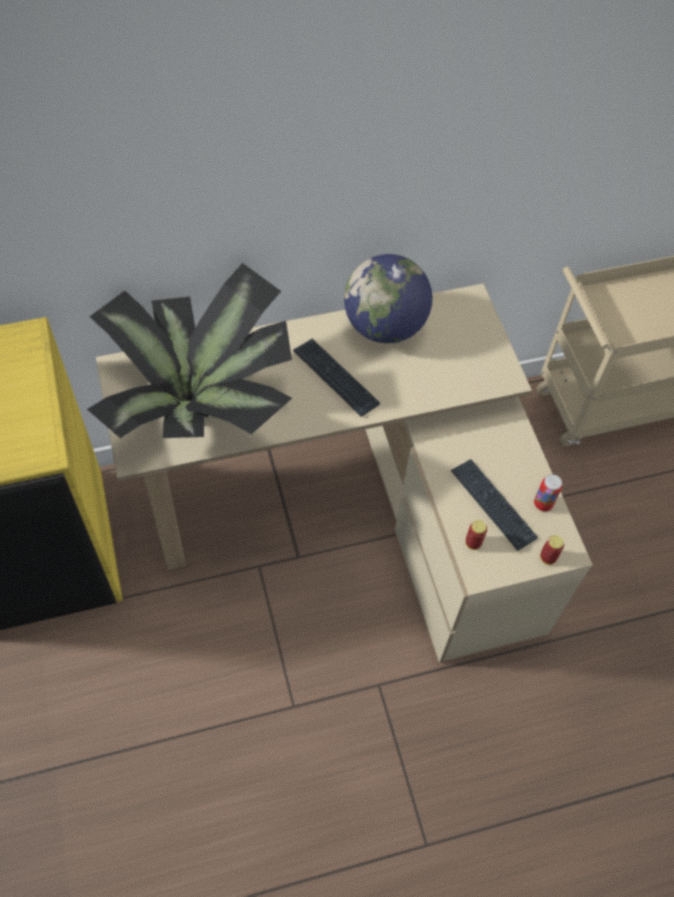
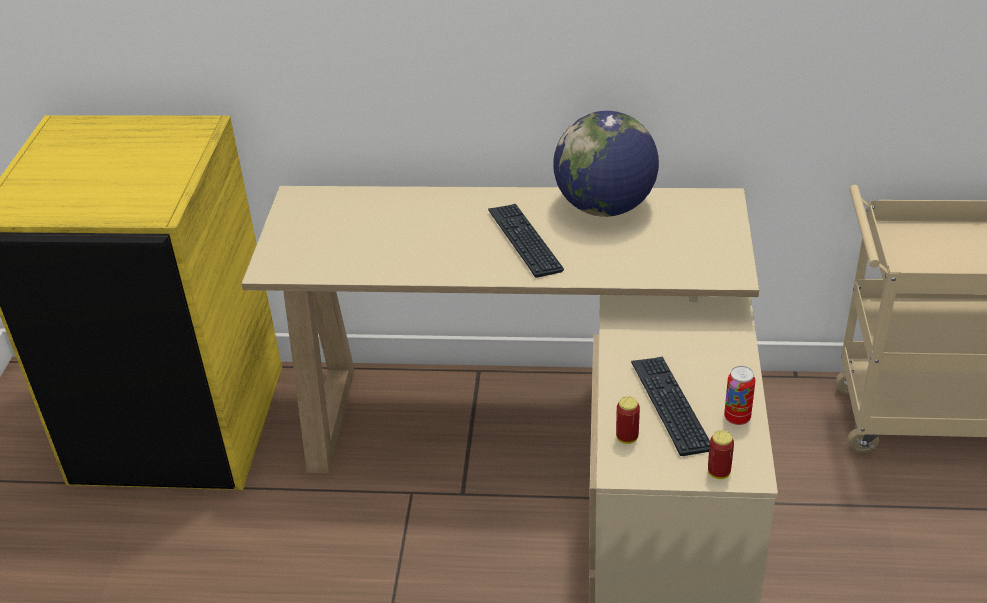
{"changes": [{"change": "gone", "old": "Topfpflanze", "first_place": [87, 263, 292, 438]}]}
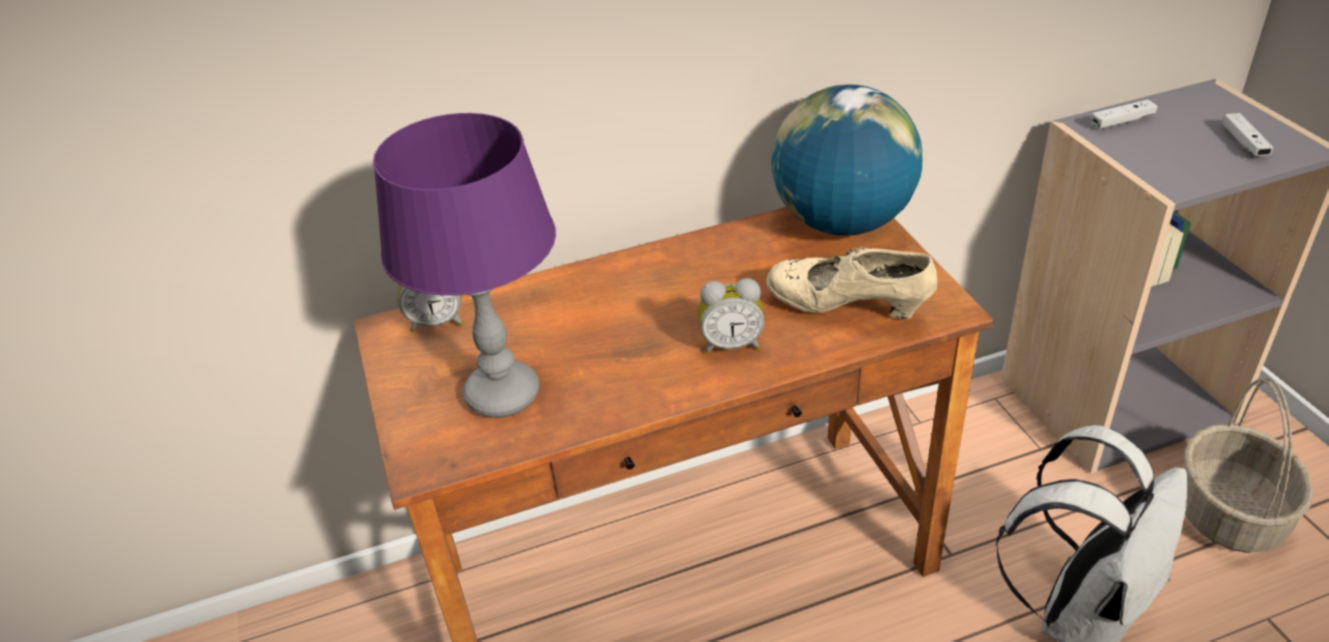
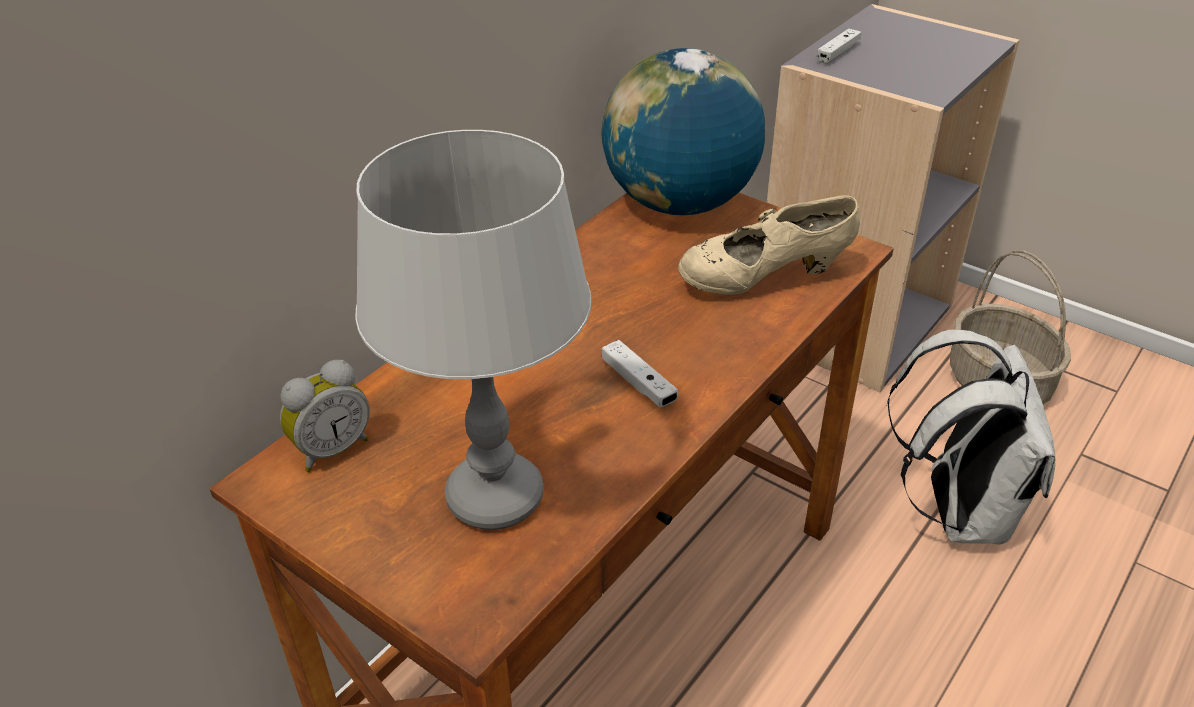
{"changes": [{"change": "repainted", "old": "Tischlampe (lila)", "new": "Tischlampe (grau)", "first_place": [373, 113, 556, 418], "second_place": [355, 130, 592, 530]}, {"change": "shifted", "old": "Gamepad (weiß)", "first_place": [1222, 113, 1273, 156], "second_place": [602, 340, 678, 407]}, {"change": "gone", "old": "Wecker", "first_place": [698, 278, 765, 354]}]}
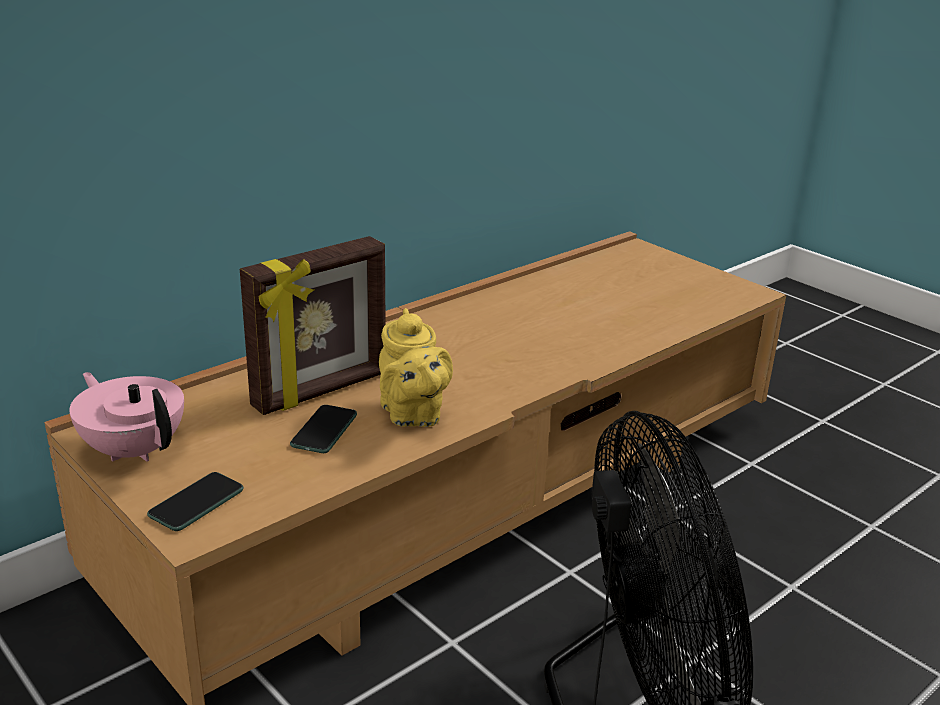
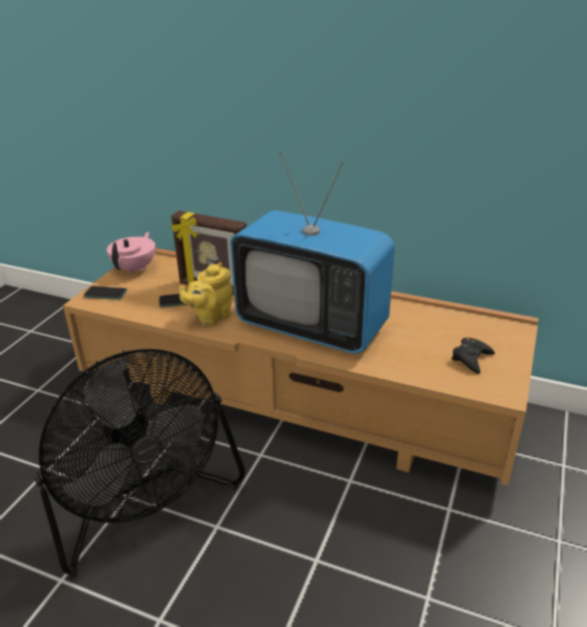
{"changes": [{"change": "new", "new": "Fernseher", "second_place": [230, 153, 395, 354]}, {"change": "new", "new": "Gamepad (schwarz)", "second_place": [452, 337, 495, 374]}]}
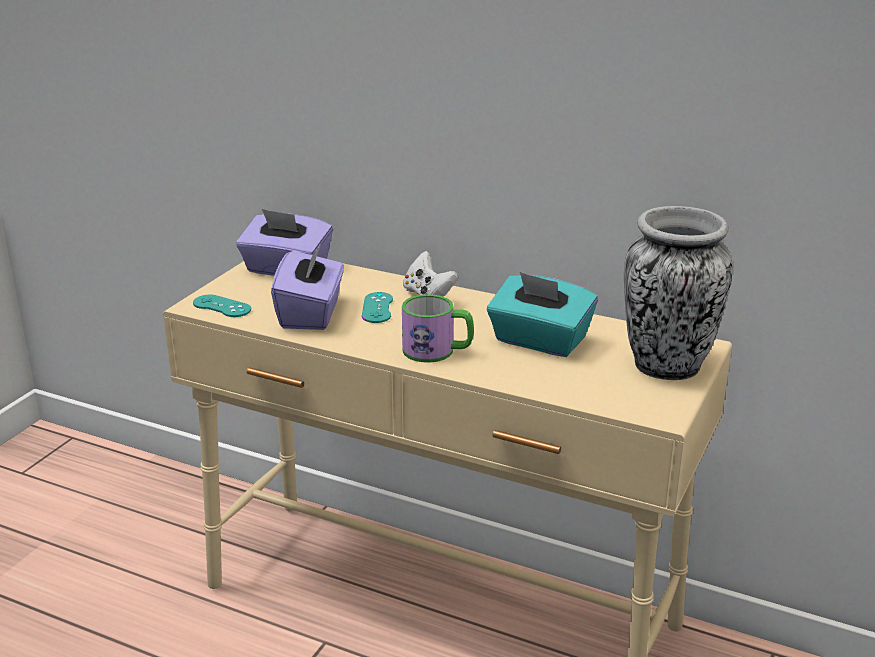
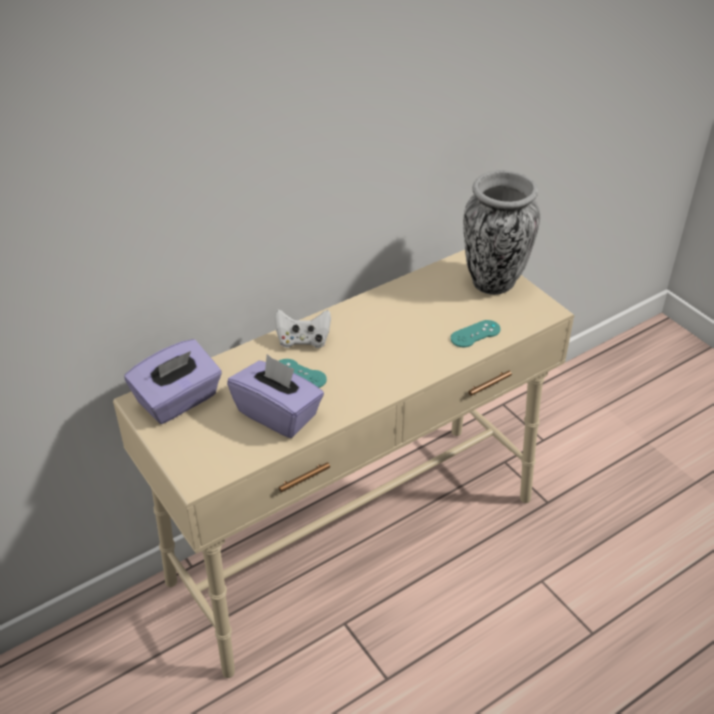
{"changes": [{"change": "shifted", "old": "Gamepad (türkis)", "first_place": [193, 295, 251, 317], "second_place": [451, 320, 501, 348]}, {"change": "gone", "old": "Henkelbecher", "first_place": [402, 294, 474, 363]}, {"change": "gone", "old": "Taschentuchbox (türkis)", "first_place": [487, 272, 598, 357]}]}
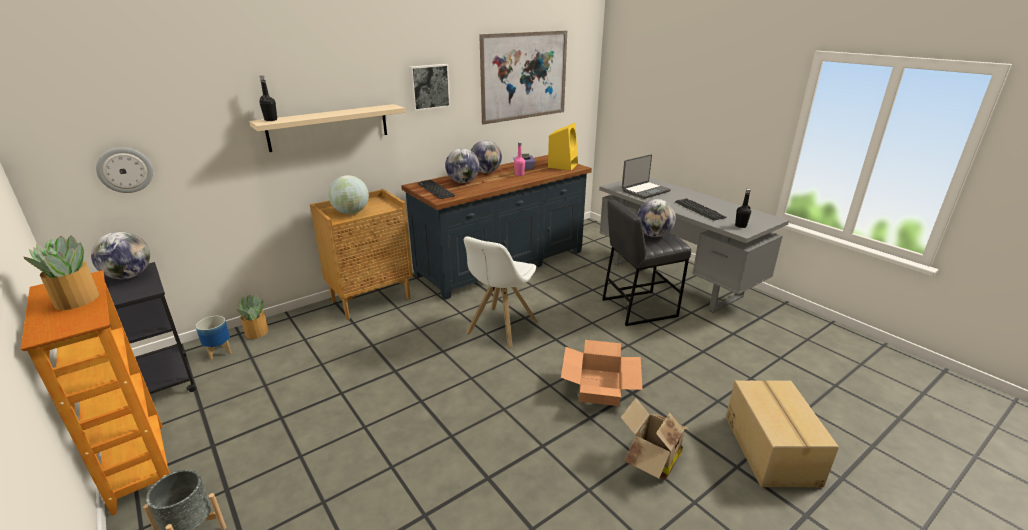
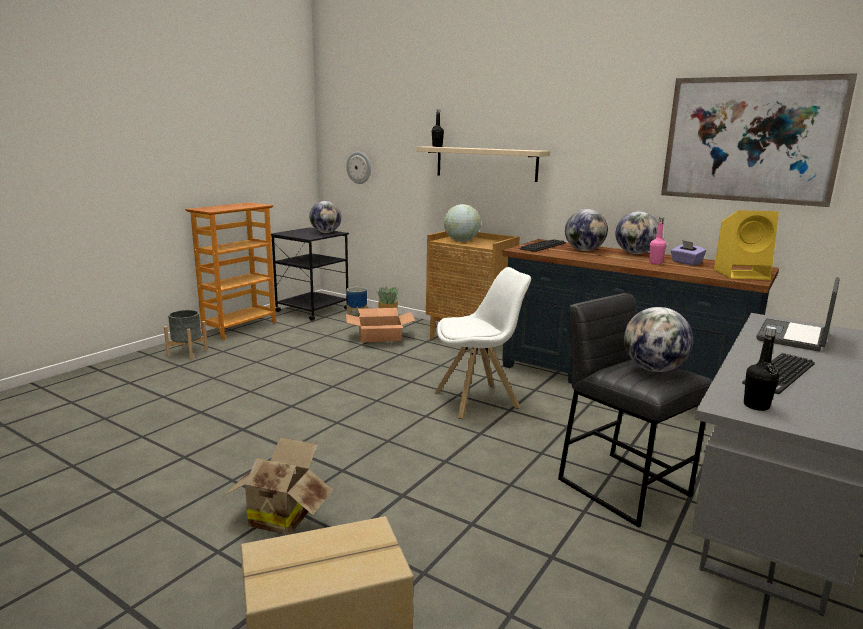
{"changes": [{"change": "shifted", "old": "Karton", "first_place": [561, 340, 643, 406], "second_place": [346, 308, 415, 342]}, {"change": "rotated", "old": "Stuhl (weiß)", "first_place": [464, 236, 537, 347], "second_place": [434, 267, 531, 419], "degrees": 150}, {"change": "rotated", "old": "Laptop", "first_place": [622, 154, 671, 199], "second_place": [756, 277, 840, 351], "degrees": 90}, {"change": "gone", "old": "Topfpflanze", "first_place": [24, 235, 99, 310]}, {"change": "gone", "old": "Bild", "first_place": [409, 64, 451, 111]}]}
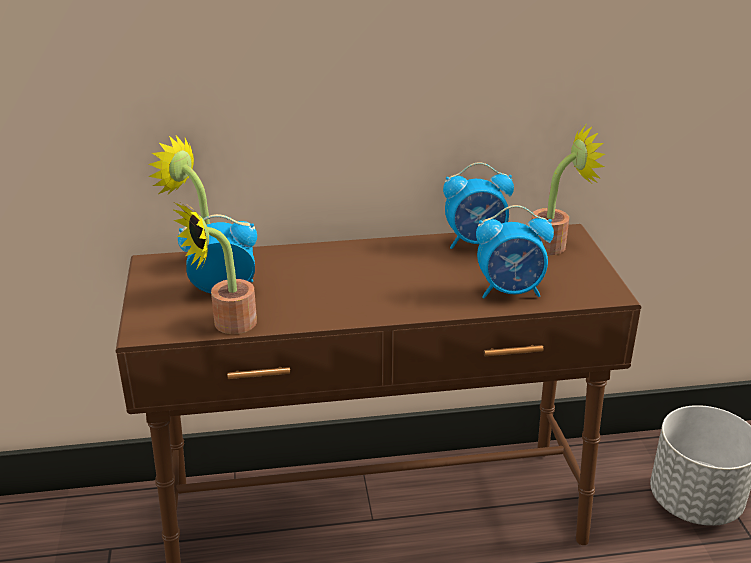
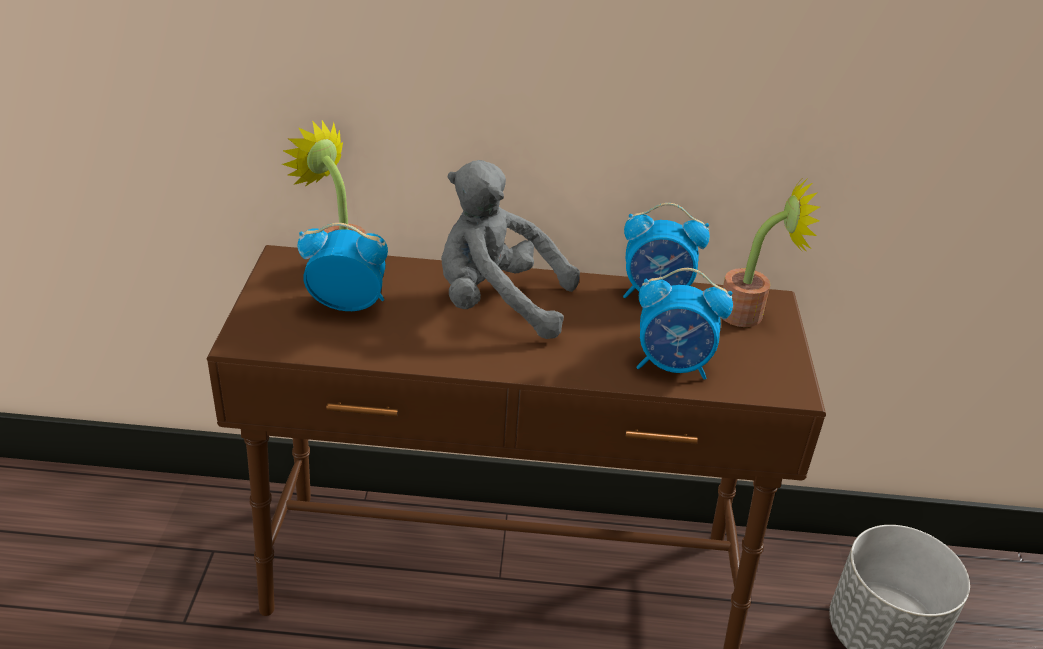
{"changes": [{"change": "new", "new": "Plüschtier (grau)", "second_place": [441, 160, 580, 339]}, {"change": "gone", "old": "Topfpflanze", "first_place": [172, 203, 257, 334]}]}
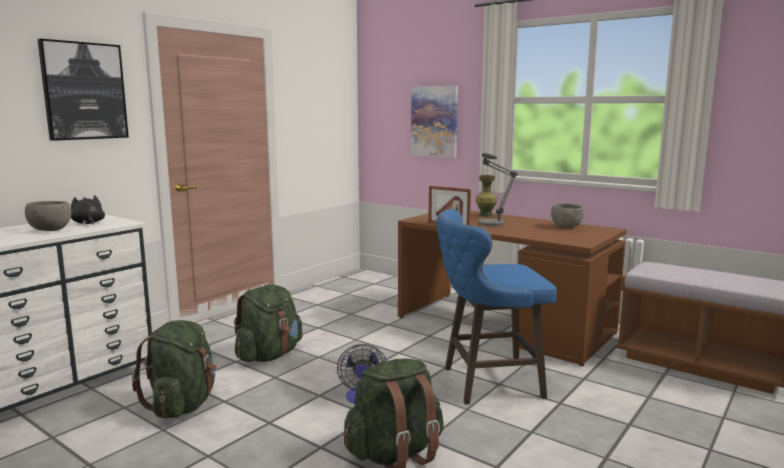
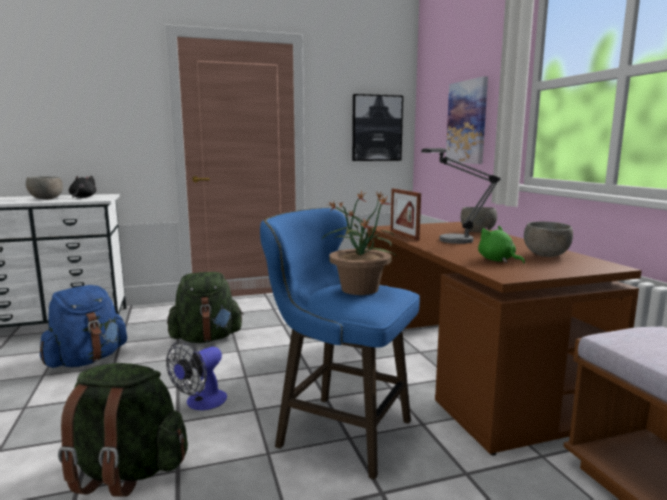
{"changes": [{"change": "repainted", "old": "Rucksack (grün)", "new": "Rucksack (blau)", "first_place": [132, 320, 217, 419], "second_place": [40, 285, 127, 368]}, {"change": "new", "new": "Topfpflanze", "second_place": [322, 190, 397, 295]}, {"change": "shifted", "old": "Bild", "first_place": [37, 39, 129, 141], "second_place": [352, 94, 403, 161]}, {"change": "swapped", "old": "Vase (grün)", "new": "Schüssel (grau)", "first_place": [475, 175, 497, 217], "second_place": [461, 207, 497, 232]}, {"change": "new", "new": "Plüschtier (grün)", "second_place": [478, 226, 525, 264]}]}
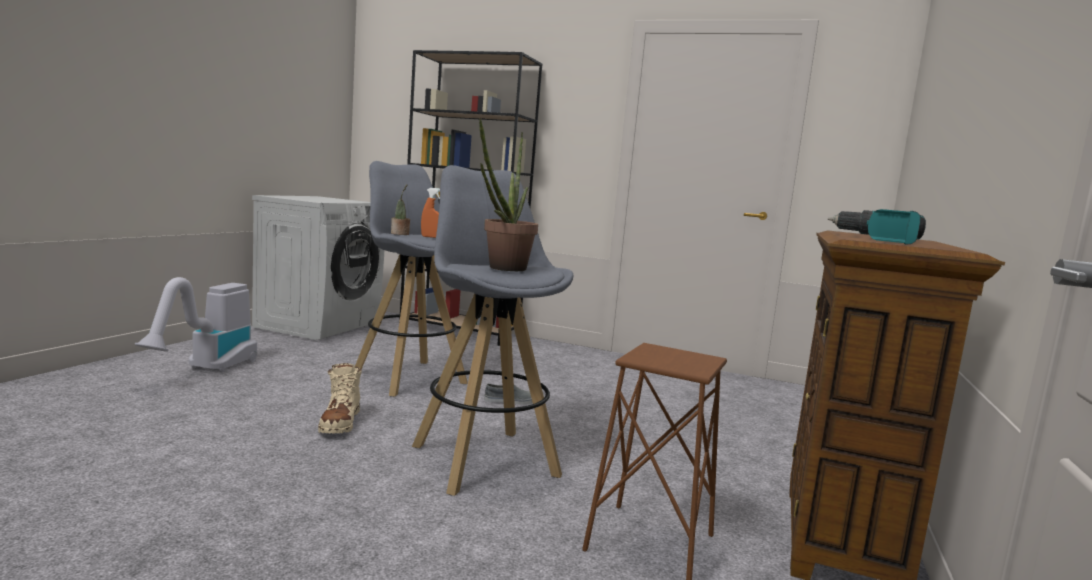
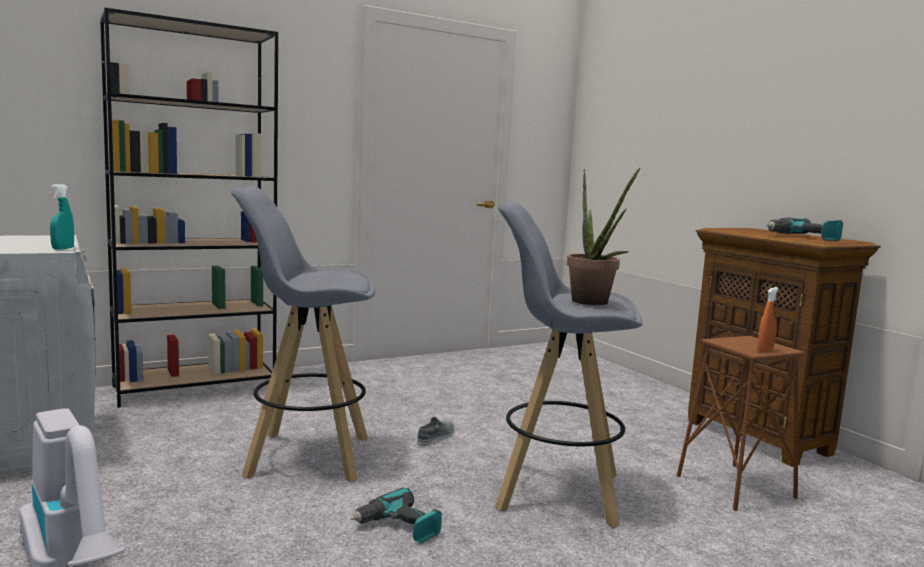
{"changes": [{"change": "new", "new": "Sprühflasche (türkis)", "second_place": [50, 184, 74, 250]}, {"change": "swapped", "old": "Stiefel (beige)", "new": "Bohrmaschine", "first_place": [318, 363, 362, 433], "second_place": [351, 488, 442, 544]}, {"change": "shifted", "old": "Sprühflasche (orange)", "first_place": [421, 188, 440, 238], "second_place": [757, 287, 779, 352]}, {"change": "gone", "old": "Topfpflanze", "first_place": [391, 184, 410, 235]}]}
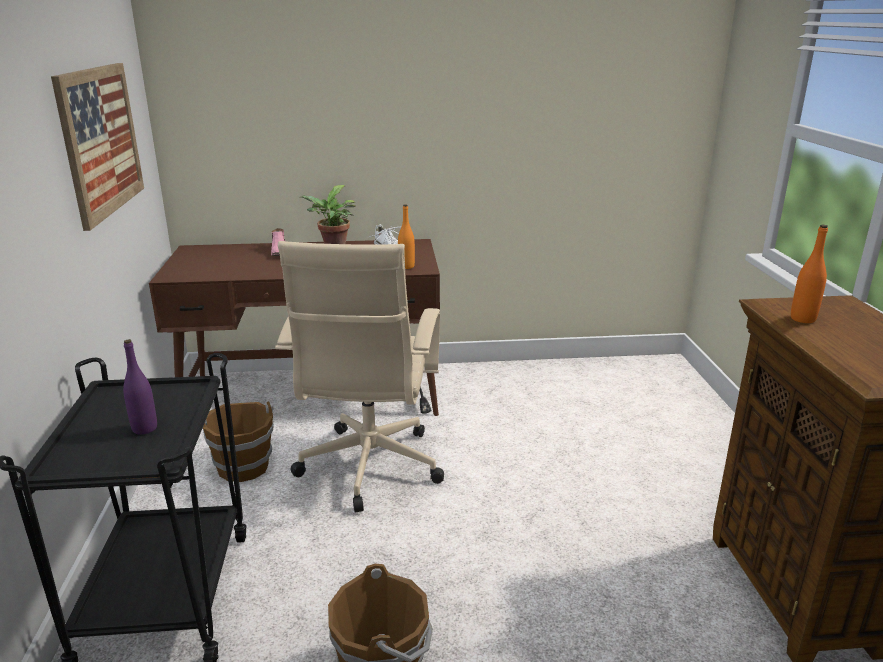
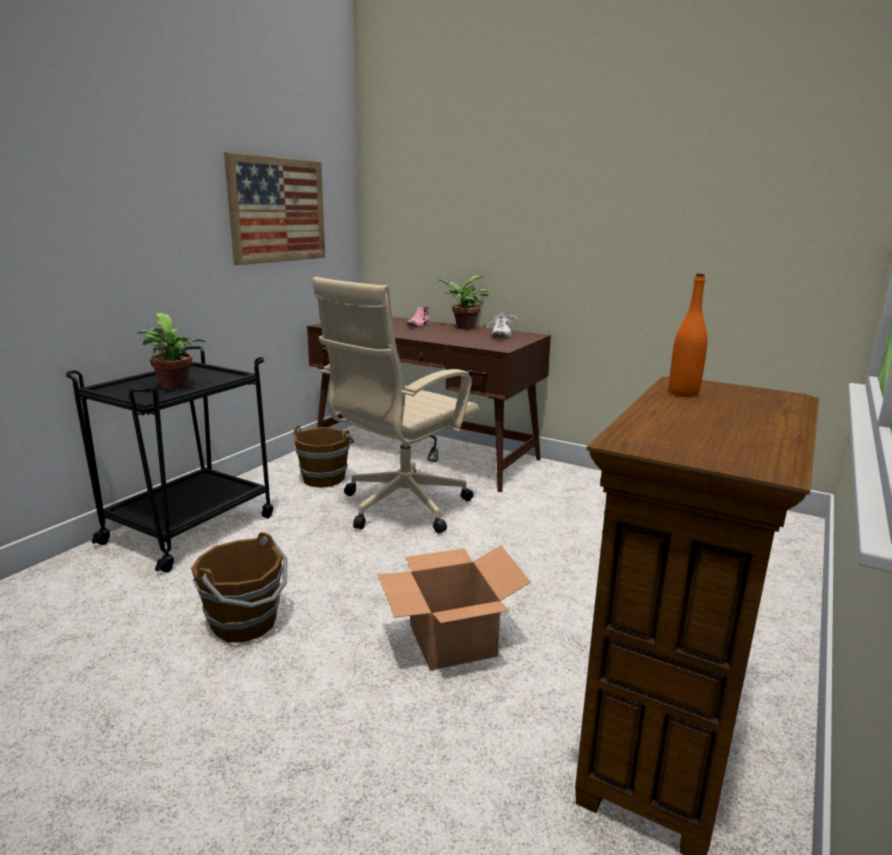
{"changes": [{"change": "swapped", "old": "Flasche (lila)", "new": "Topfpflanze", "first_place": [123, 339, 157, 434], "second_place": [138, 313, 206, 389]}, {"change": "new", "new": "Karton", "second_place": [377, 545, 531, 670]}, {"change": "gone", "old": "Flasche (orange)", "first_place": [398, 204, 415, 269]}]}
